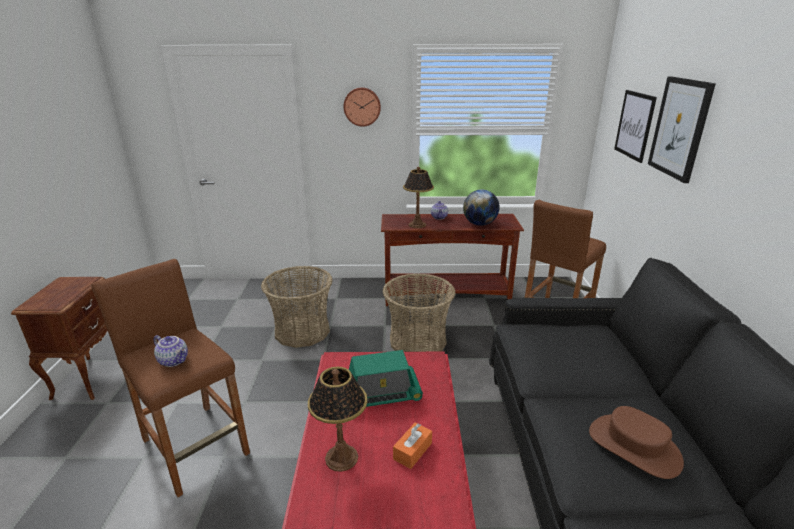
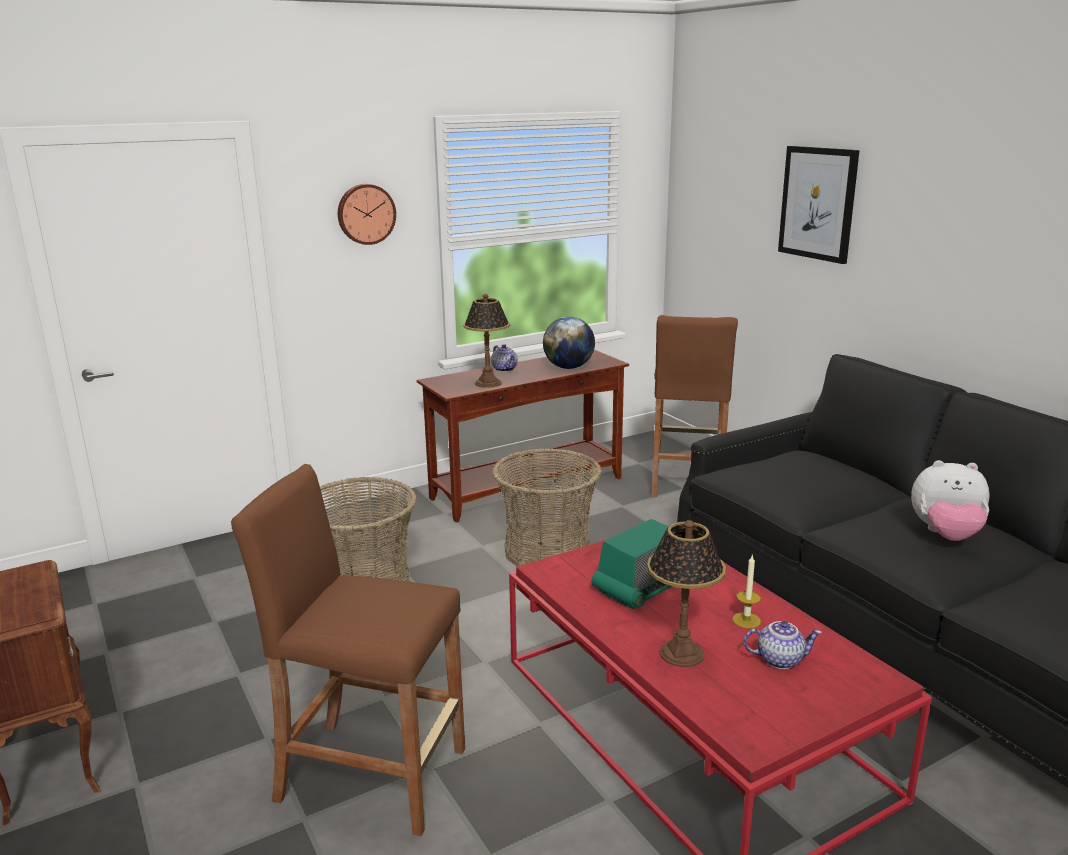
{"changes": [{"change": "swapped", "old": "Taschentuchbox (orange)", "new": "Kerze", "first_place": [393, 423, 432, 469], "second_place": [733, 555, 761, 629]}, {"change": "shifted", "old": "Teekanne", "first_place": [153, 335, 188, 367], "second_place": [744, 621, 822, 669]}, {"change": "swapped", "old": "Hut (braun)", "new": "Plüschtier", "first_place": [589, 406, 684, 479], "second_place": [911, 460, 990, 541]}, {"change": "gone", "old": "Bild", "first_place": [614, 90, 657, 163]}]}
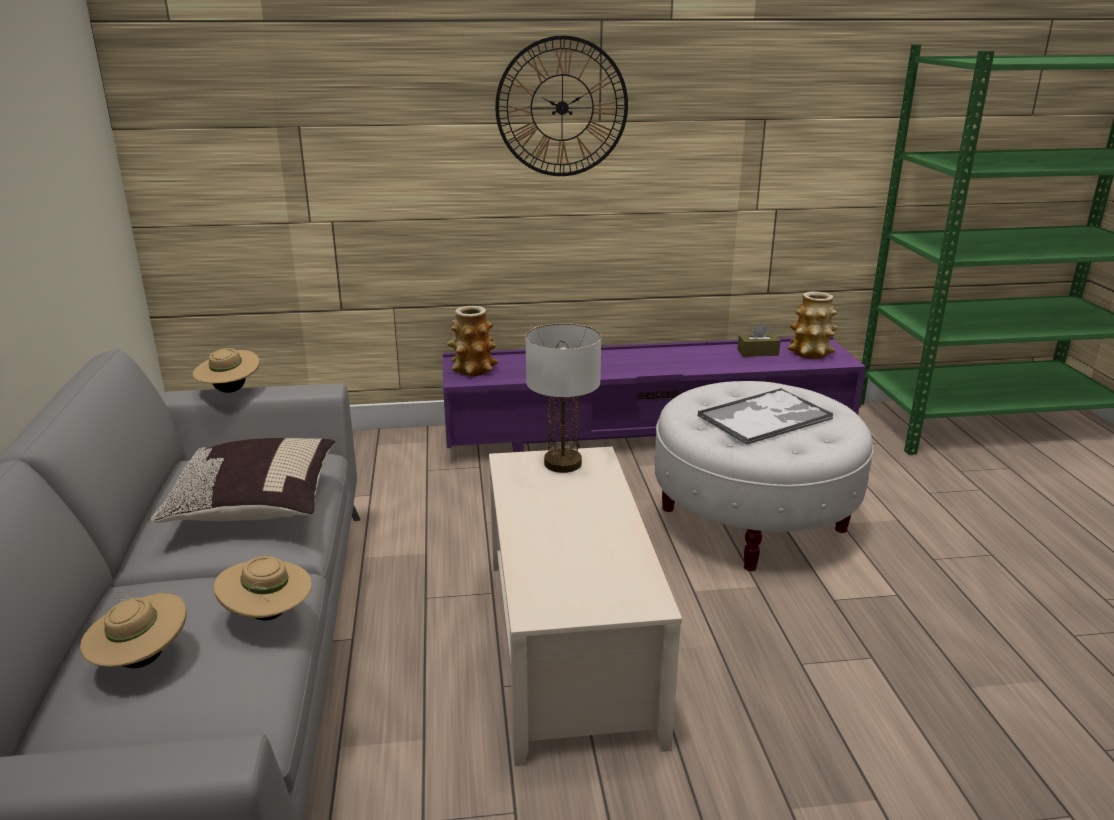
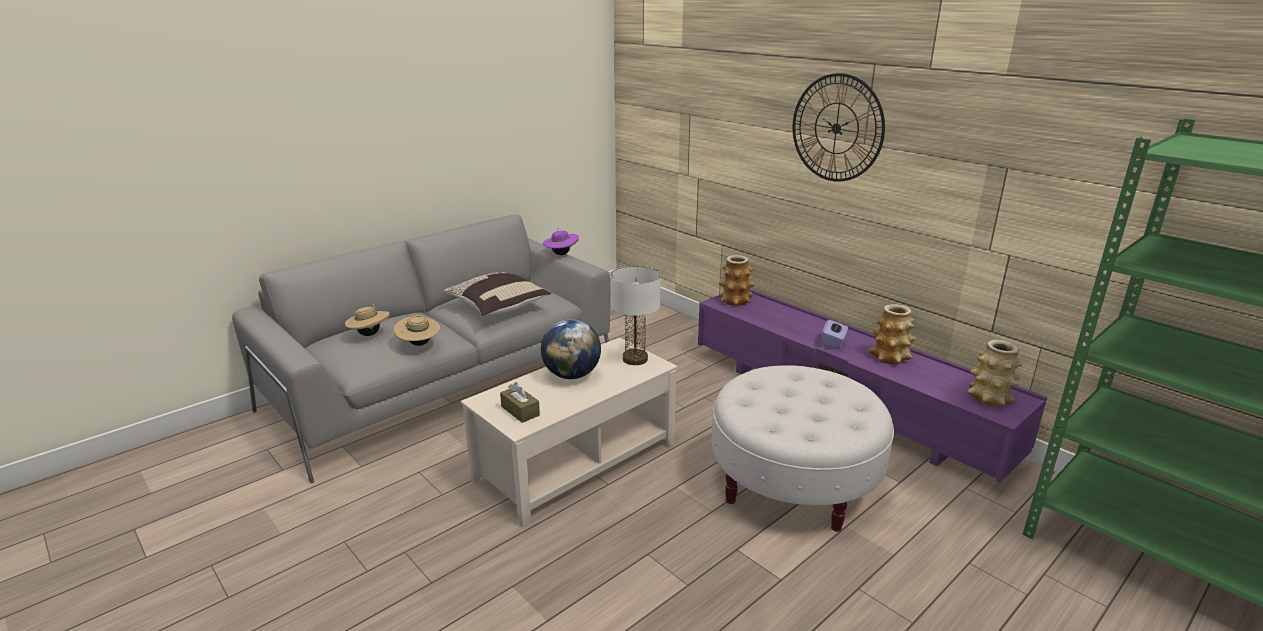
{"changes": [{"change": "shifted", "old": "Taschentuchbox (braun)", "first_place": [737, 323, 781, 357], "second_place": [500, 382, 540, 423]}, {"change": "new", "new": "Globus", "second_place": [541, 319, 601, 379]}, {"change": "repainted", "old": "Hut (beige)", "new": "Hut (lila)", "first_place": [192, 348, 260, 393], "second_place": [543, 229, 579, 255]}, {"change": "new", "new": "Taschentuchbox (lila)", "second_place": [822, 320, 848, 350]}, {"change": "new", "new": "Vase", "second_place": [868, 304, 916, 364]}, {"change": "gone", "old": "Tablett", "first_place": [697, 388, 833, 445]}]}
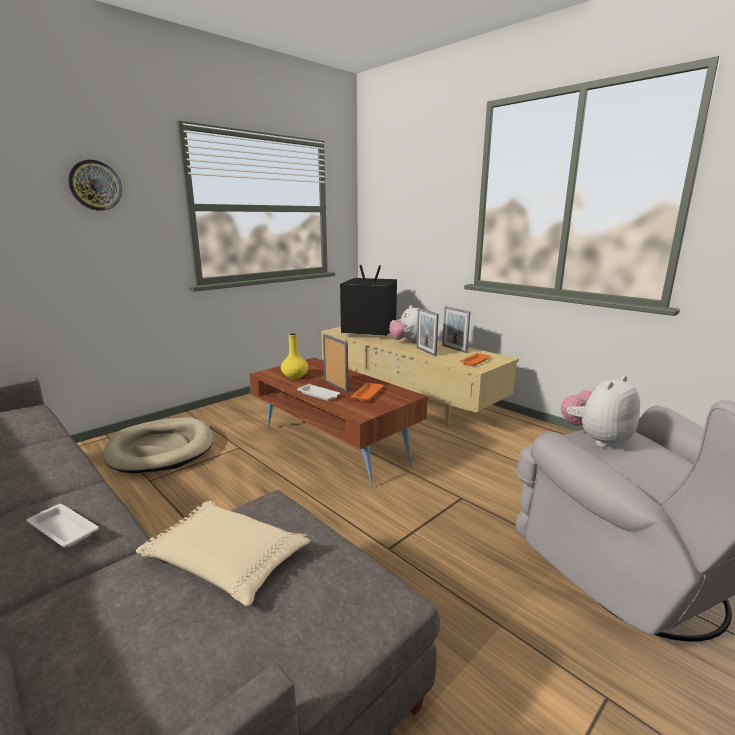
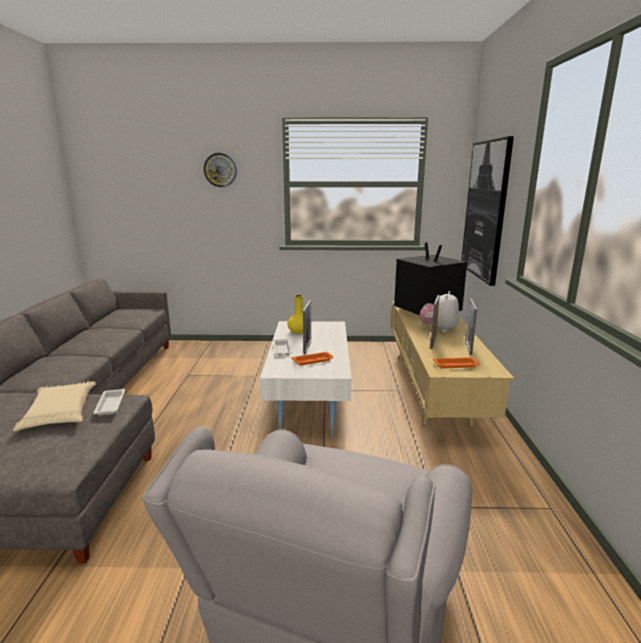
{"changes": [{"change": "shifted", "old": "Tablett (weiß)", "first_place": [27, 504, 99, 547], "second_place": [93, 389, 125, 415]}, {"change": "repainted", "old": "Couchtisch (braun)", "new": "Couchtisch (weiß)", "first_place": [249, 357, 428, 488], "second_place": [260, 321, 351, 440]}, {"change": "new", "new": "Bild", "second_place": [461, 136, 514, 286]}, {"change": "gone", "old": "Hundebett (beige)", "first_place": [103, 418, 213, 474]}, {"change": "gone", "old": "Plüschtier", "first_place": [561, 376, 640, 448]}]}
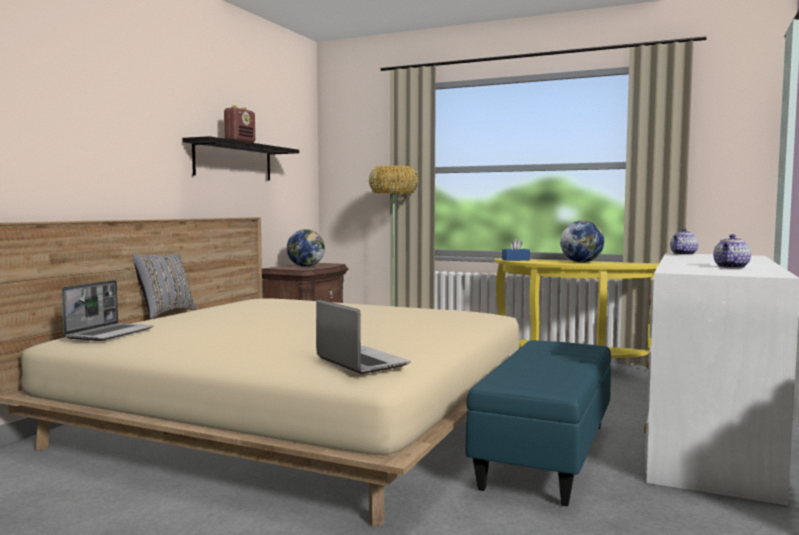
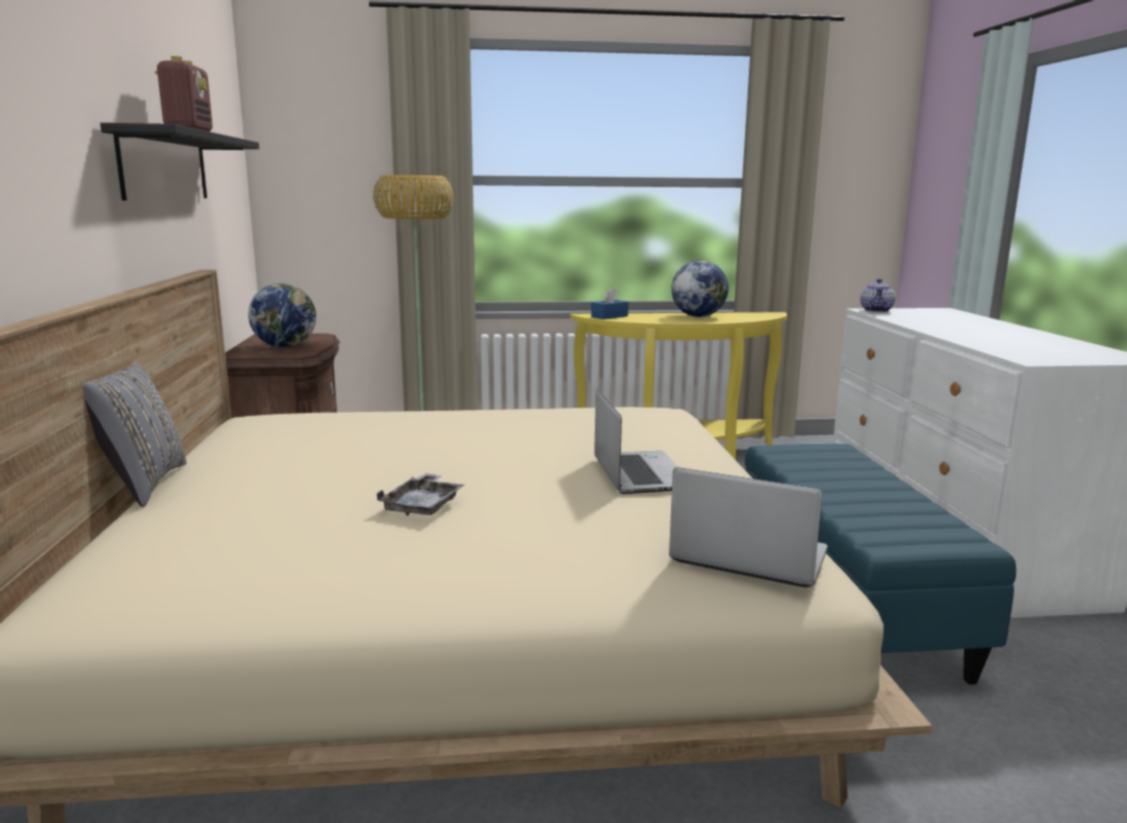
{"changes": [{"change": "new", "new": "Tablett (grau)", "second_place": [377, 473, 464, 516]}, {"change": "shifted", "old": "Laptop", "first_place": [62, 280, 154, 341], "second_place": [594, 389, 678, 494]}, {"change": "gone", "old": "Teekanne", "first_place": [713, 234, 751, 268]}]}
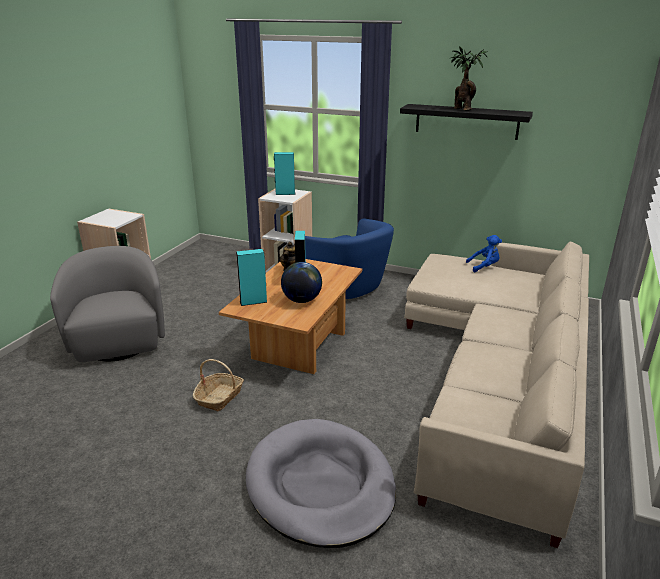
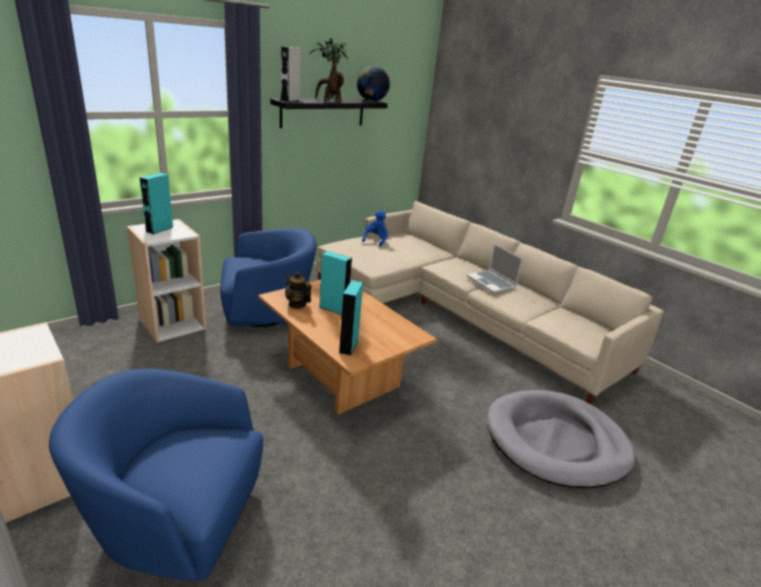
{"changes": [{"change": "repainted", "old": "Sessel (grau)", "new": "Sessel (blau)", "first_place": [50, 246, 165, 362], "second_place": [49, 369, 263, 581]}, {"change": "new", "new": "Lautsprecher (grau)", "second_place": [280, 47, 301, 102]}, {"change": "shifted", "old": "Globus", "first_place": [281, 262, 322, 303], "second_place": [357, 66, 390, 101]}, {"change": "new", "new": "Laptop", "second_place": [467, 244, 523, 293]}, {"change": "gone", "old": "Korb", "first_place": [193, 359, 244, 412]}]}
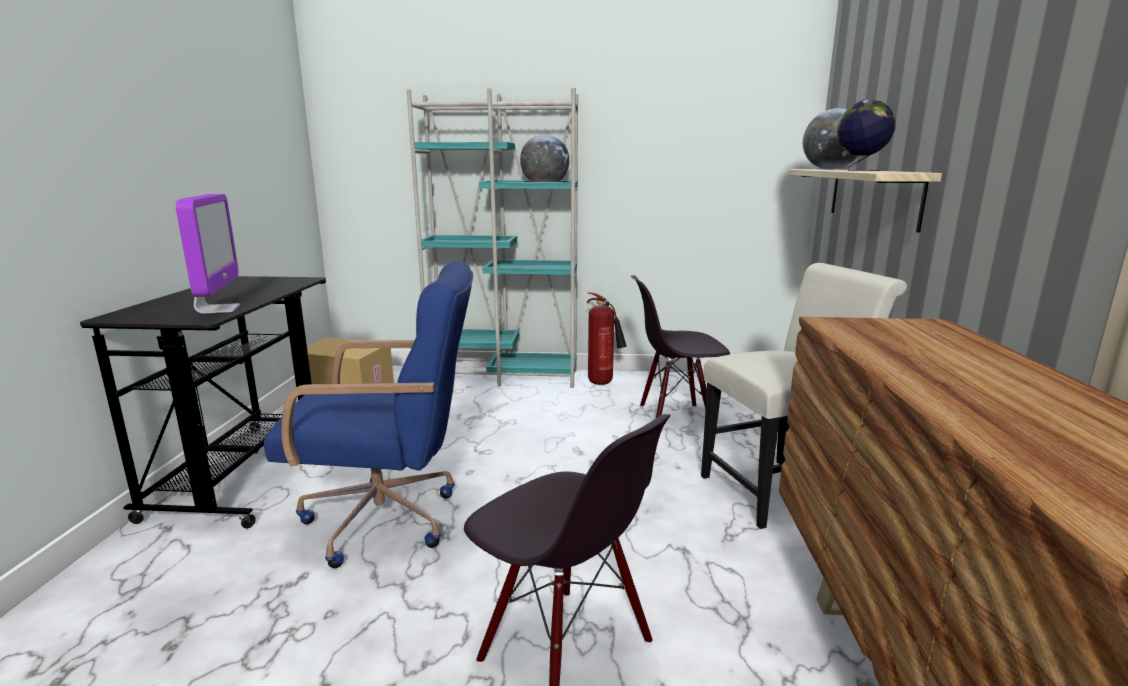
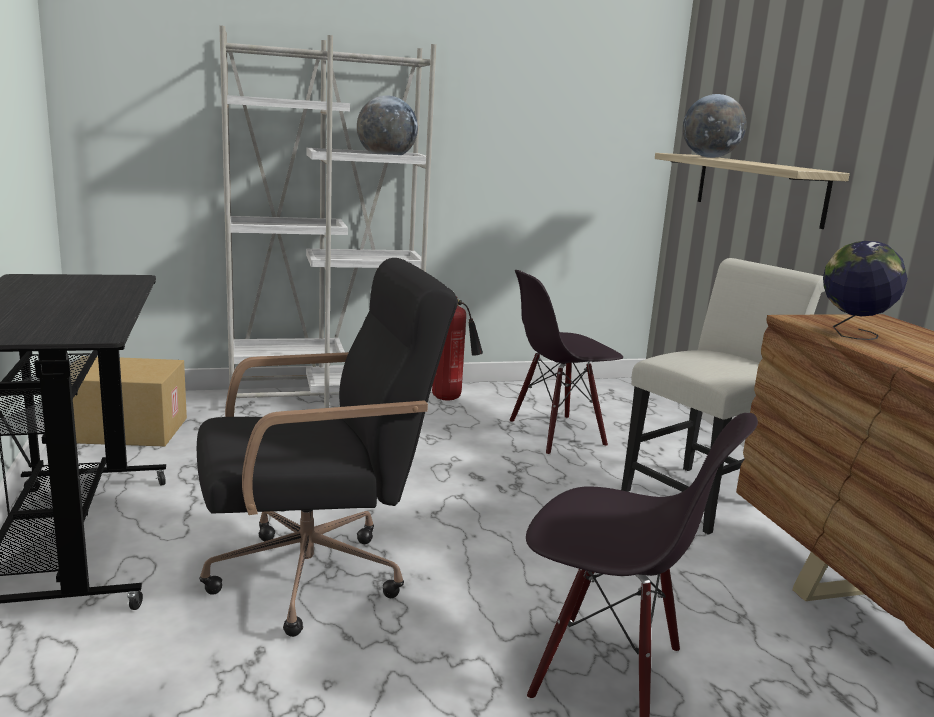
{"changes": [{"change": "repainted", "old": "Bürostuhl (blau)", "new": "Bürostuhl (schwarz)", "first_place": [264, 261, 473, 568], "second_place": [197, 258, 458, 637]}, {"change": "repainted", "old": "Bücherregal (türkis)", "new": "Bücherregal (weiß)", "first_place": [407, 88, 578, 388], "second_place": [219, 26, 436, 413]}, {"change": "shifted", "old": "Globus", "first_place": [837, 99, 896, 171], "second_place": [823, 241, 908, 340]}, {"change": "gone", "old": "Monitor", "first_place": [176, 194, 240, 314]}]}
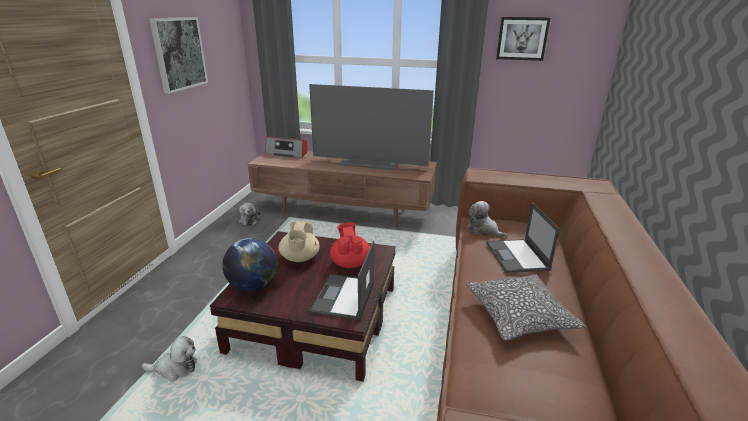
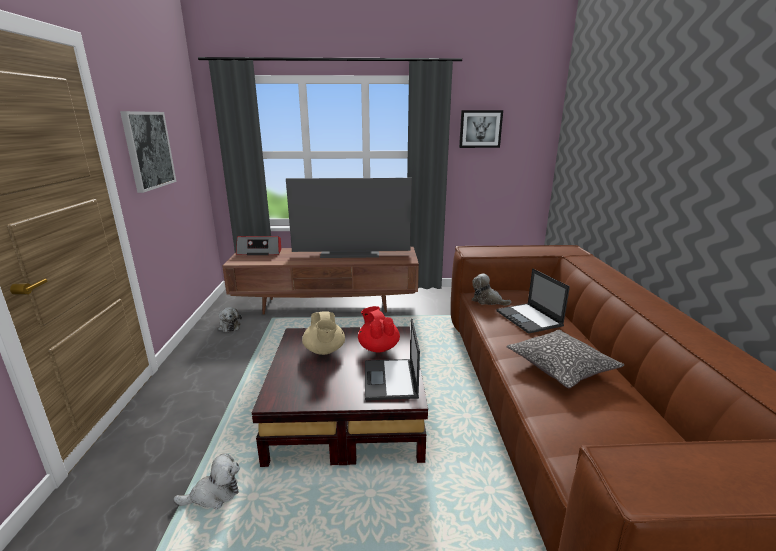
{"changes": [{"change": "gone", "old": "Globus", "first_place": [222, 238, 277, 291]}]}
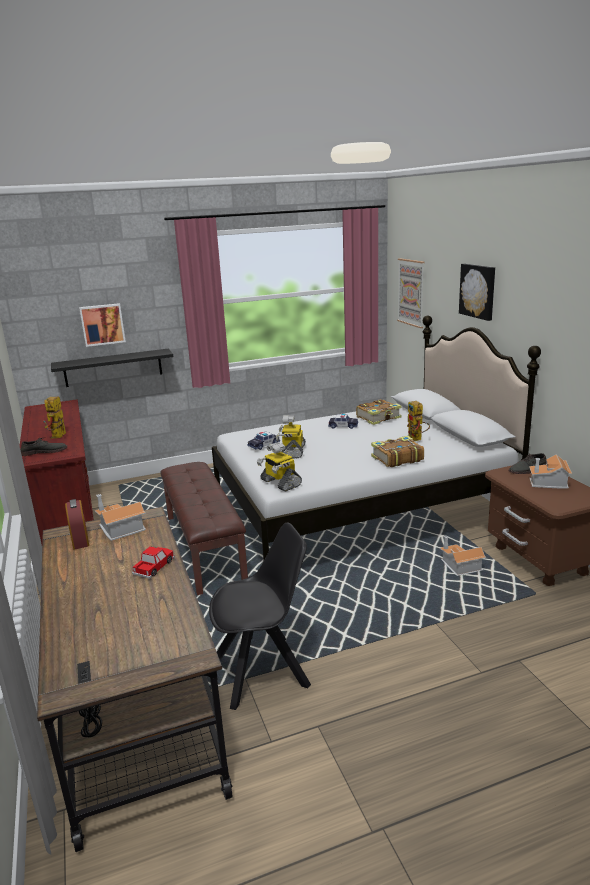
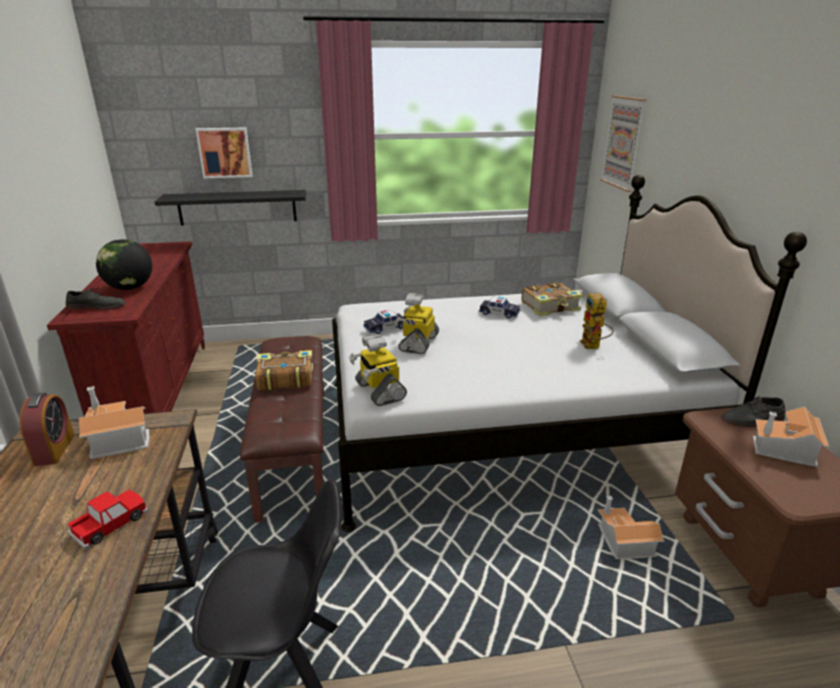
{"changes": [{"change": "swapped", "old": "Spielzeugroboter", "new": "Globus", "first_place": [43, 397, 66, 438], "second_place": [96, 239, 152, 290]}, {"change": "shifted", "old": "Buch", "first_place": [371, 436, 424, 467], "second_place": [255, 350, 313, 391]}, {"change": "gone", "old": "Bild", "first_place": [459, 264, 495, 321]}]}
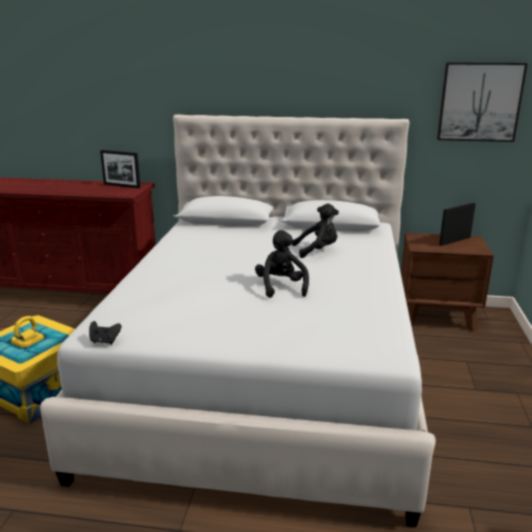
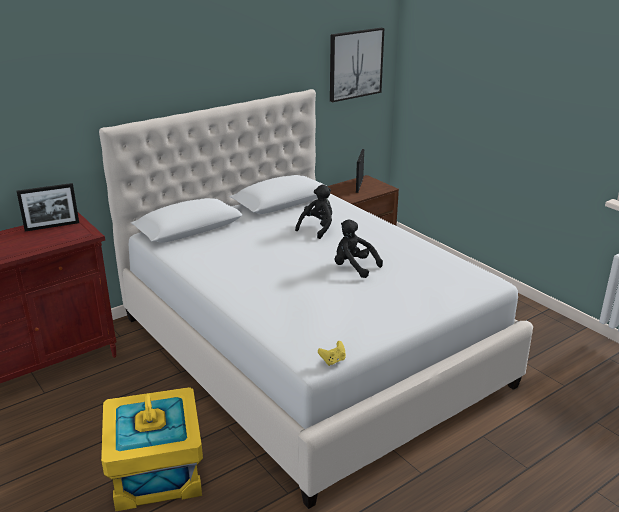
{"changes": [{"change": "repainted", "old": "Gamepad (schwarz)", "new": "Gamepad (gelb)", "first_place": [89, 321, 121, 345], "second_place": [318, 341, 346, 366]}]}
